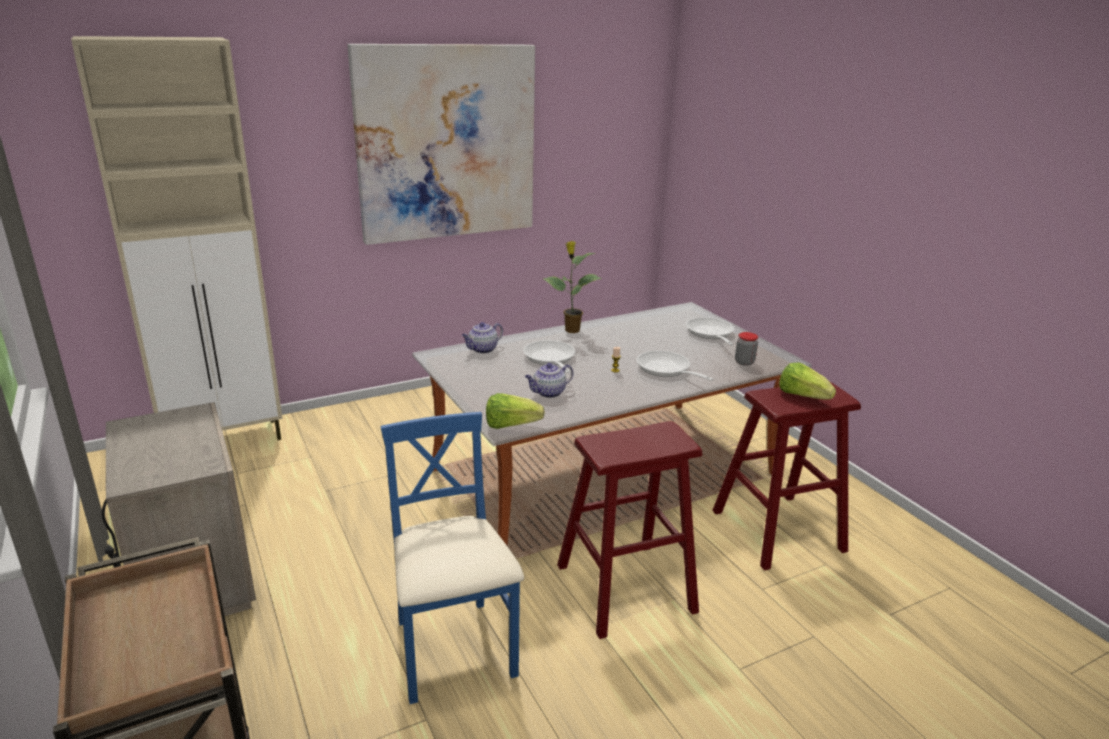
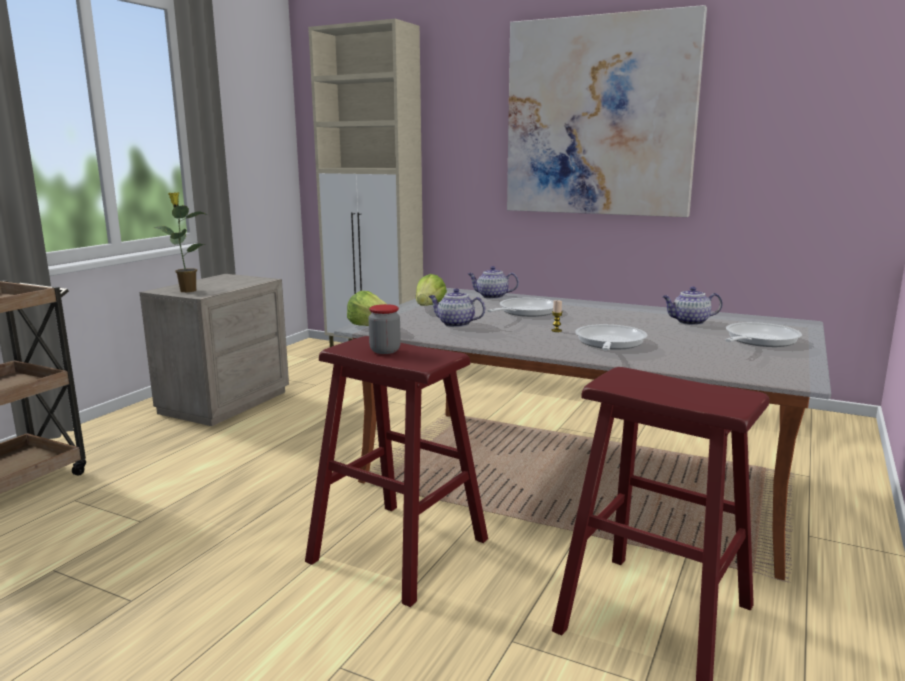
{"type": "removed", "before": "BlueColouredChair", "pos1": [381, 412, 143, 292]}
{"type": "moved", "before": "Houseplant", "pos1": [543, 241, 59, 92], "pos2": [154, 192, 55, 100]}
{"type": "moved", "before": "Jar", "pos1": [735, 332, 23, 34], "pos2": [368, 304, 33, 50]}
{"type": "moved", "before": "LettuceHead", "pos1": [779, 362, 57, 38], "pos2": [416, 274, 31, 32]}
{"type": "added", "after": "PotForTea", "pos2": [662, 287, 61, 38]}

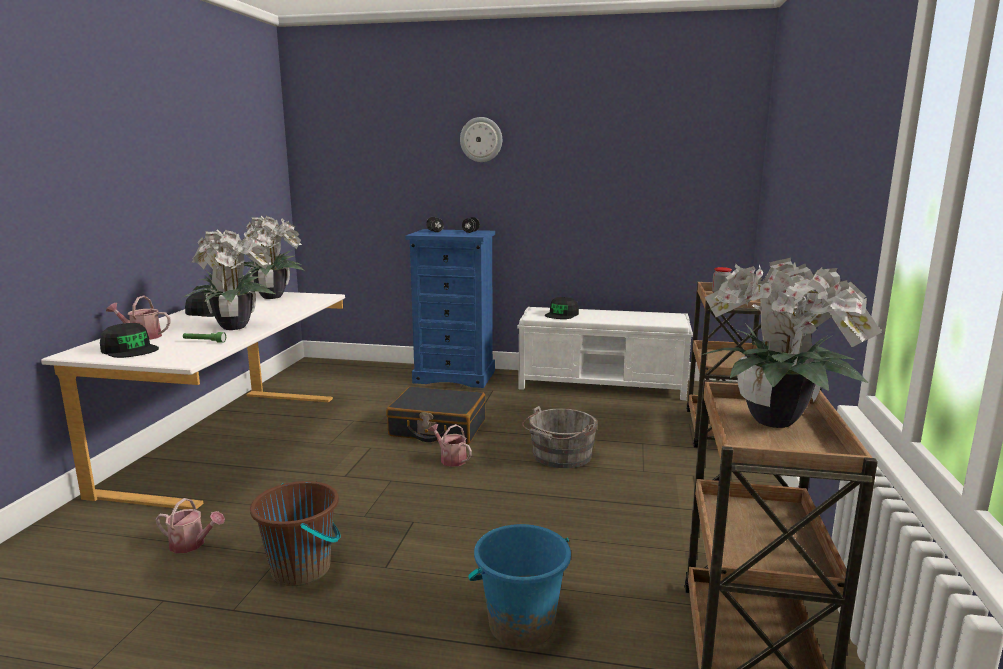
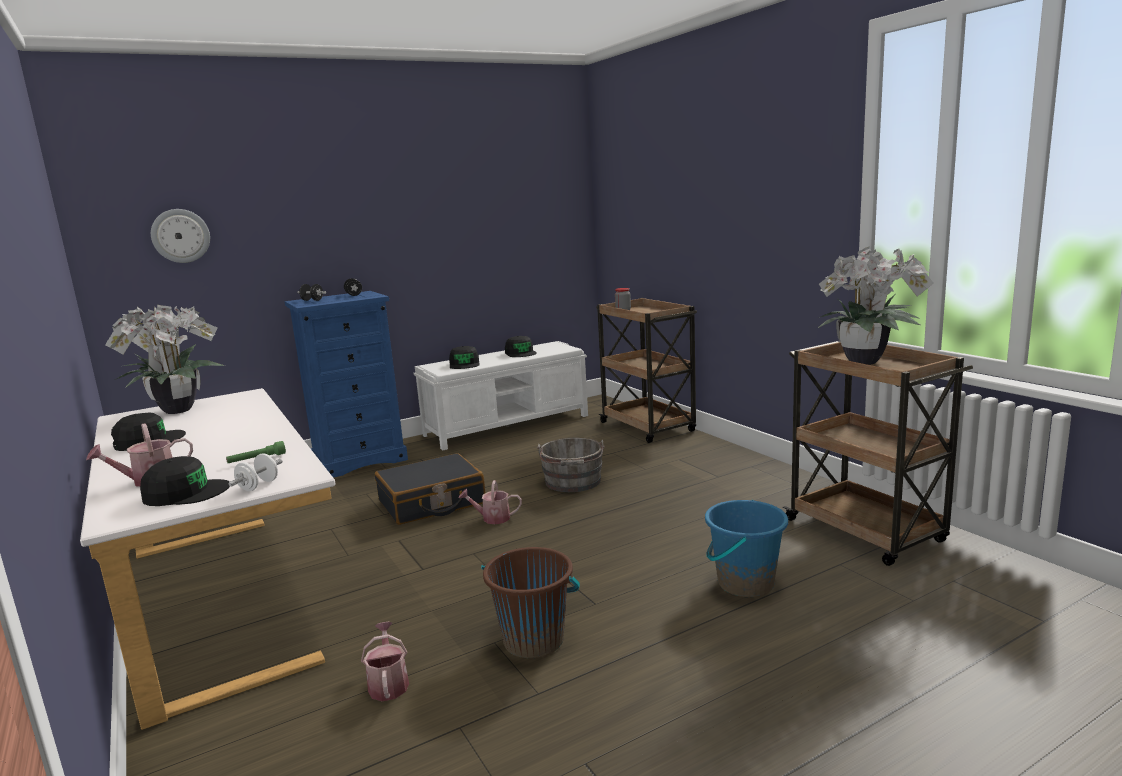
{"type": "turned", "before": "WateringCan", "pos1": [155, 498, 70, 55], "pos2": [361, 622, 48, 79], "turn": -75}
{"type": "removed", "before": "Houseplant", "pos1": [181, 229, 94, 101]}
{"type": "moved", "before": "ClockOnTheWall", "pos1": [460, 117, 42, 45], "pos2": [151, 209, 59, 54]}
{"type": "added", "after": "WhitishHandWeight", "pos2": [228, 453, 55, 38]}
{"type": "added", "after": "BlackColouredPeakedCap", "pos2": [505, 336, 32, 21]}

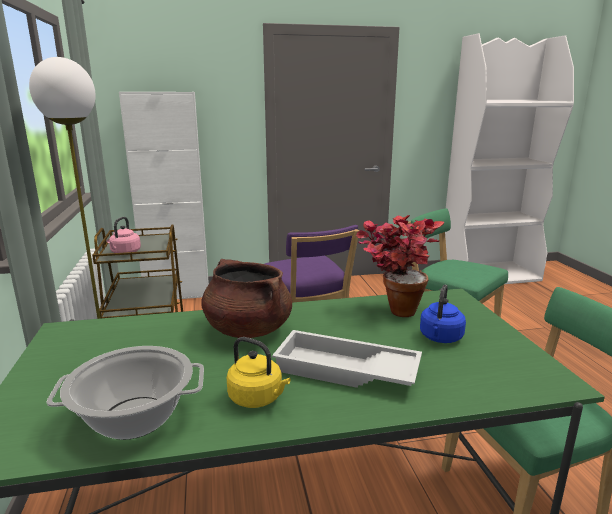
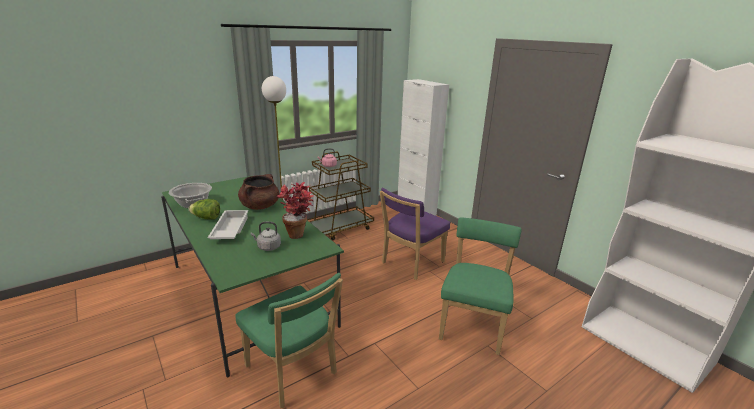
{"type": "replaced", "before": "YellowishKettle", "after": "LettuceHead", "pos1": [226, 337, 64, 71], "pos2": [189, 199, 31, 21]}
{"type": "recoloured", "before": "BlueColouredKettle", "after": "GrayKettle", "pos1": [420, 285, 46, 58], "pos2": [250, 222, 31, 29]}

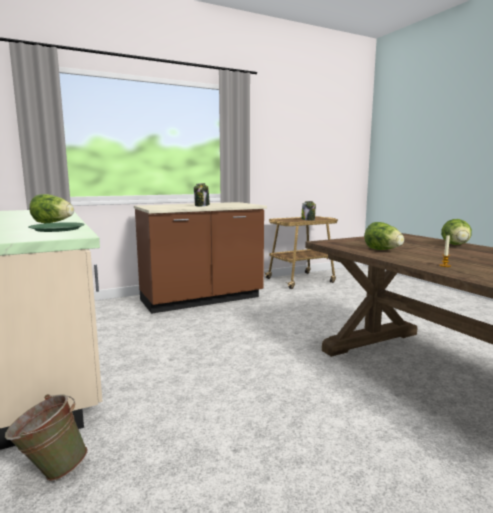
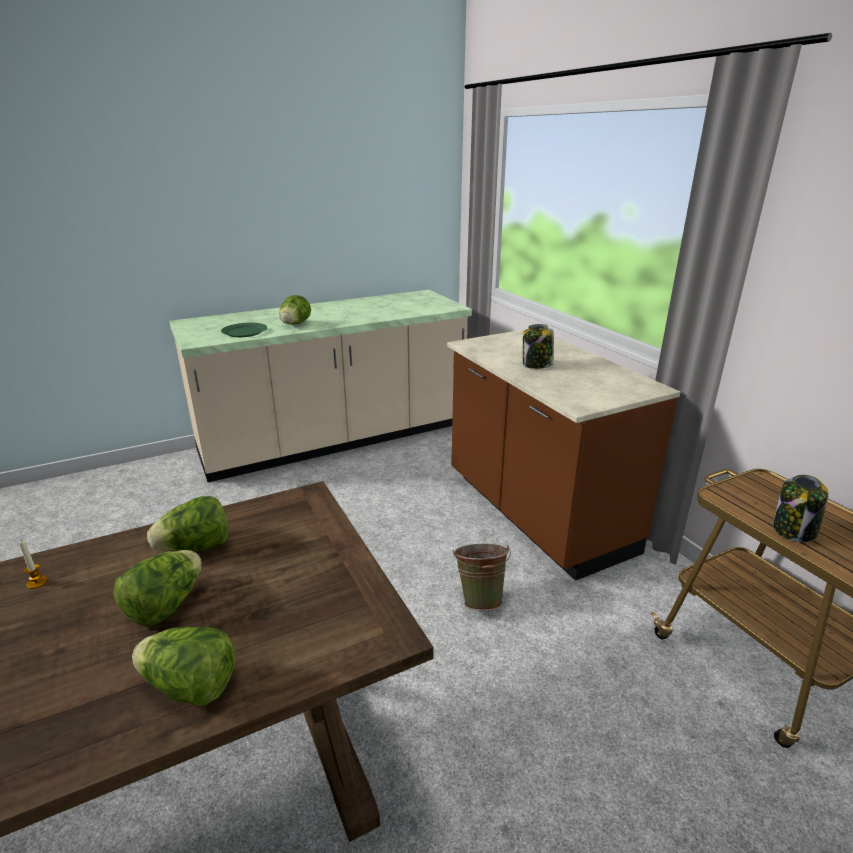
{"type": "moved", "before": "GreenWaterBucket", "pos1": [5, 394, 83, 87], "pos2": [453, 544, 58, 67]}
{"type": "added", "after": "LettuceHead", "pos2": [113, 550, 89, 76]}

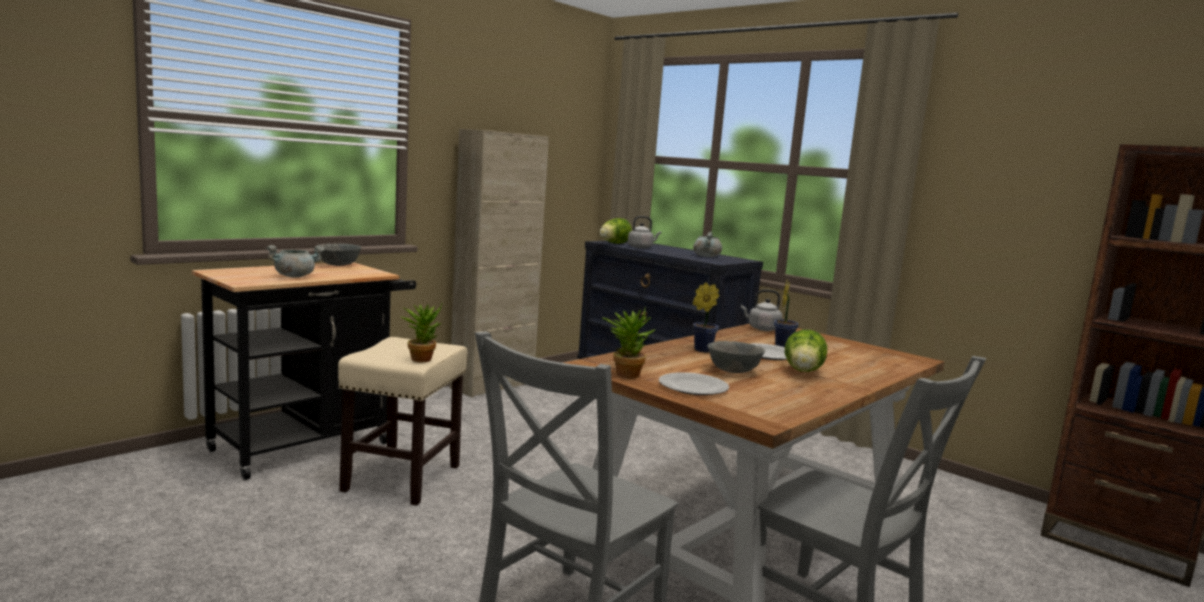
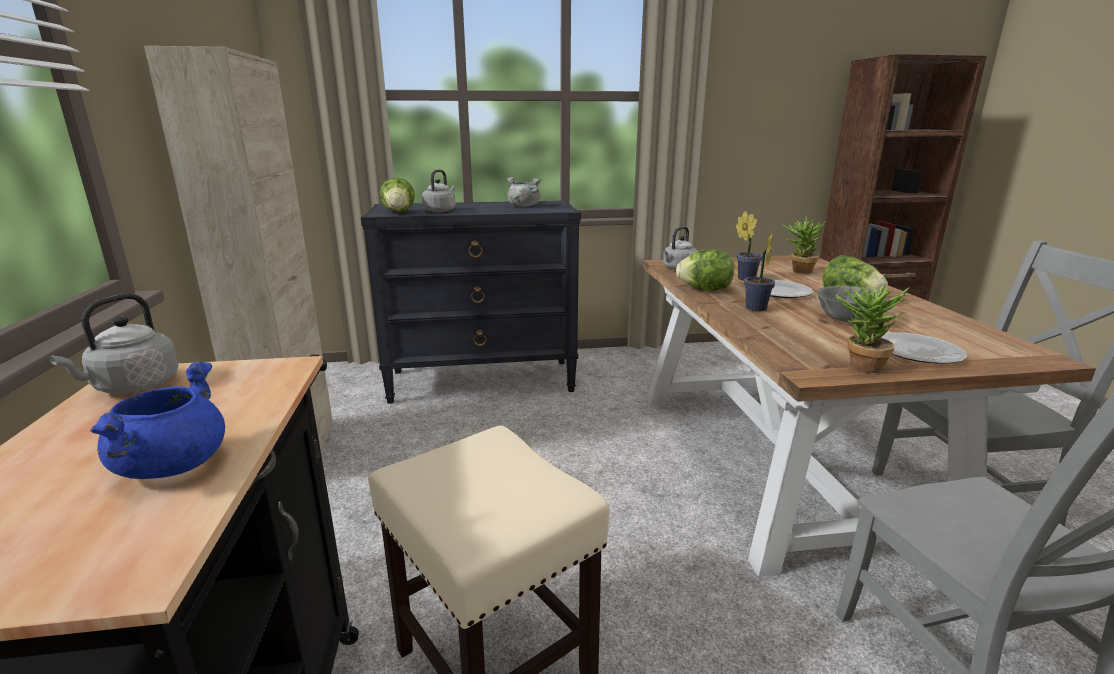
{"type": "recoloured", "before": "GrayCookingPot", "after": "BlueColouredCookingPot", "pos1": [266, 245, 59, 32], "pos2": [90, 361, 135, 118]}
{"type": "replaced", "before": "GrayDeepDish", "after": "GrayKettle", "pos1": [315, 244, 46, 22], "pos2": [49, 293, 130, 101]}
{"type": "moved", "before": "Houseplant", "pos1": [401, 303, 41, 59], "pos2": [782, 216, 45, 58]}
{"type": "added", "after": "LettuceHead", "pos2": [676, 250, 58, 41]}

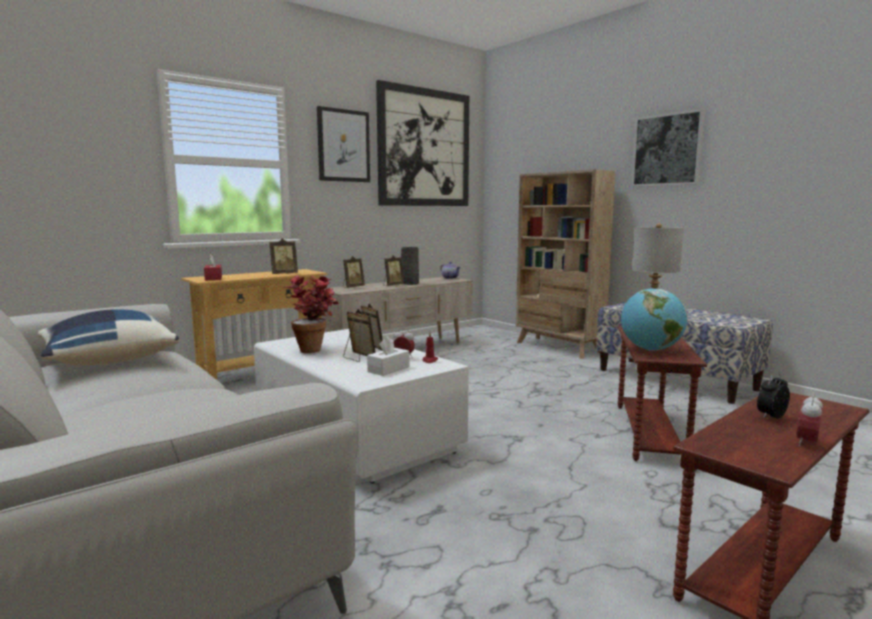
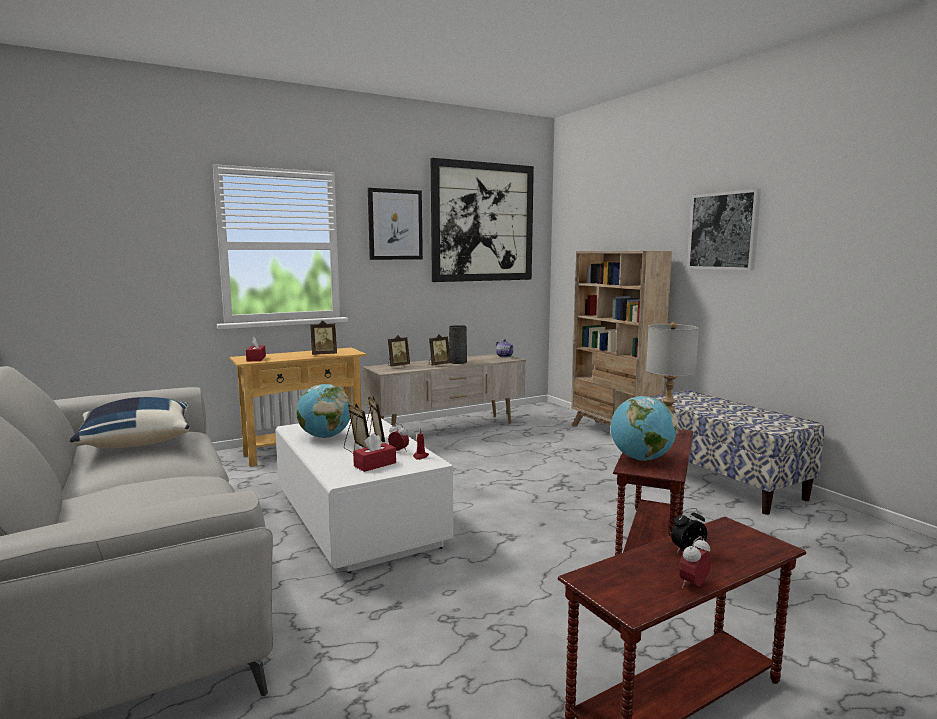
{"type": "replaced", "before": "Houseplant", "after": "Globe", "pos1": [283, 275, 56, 78], "pos2": [297, 384, 54, 54]}
{"type": "recoloured", "before": "WhitishTissueBox", "after": "ReddishTissueBox", "pos1": [367, 336, 42, 40], "pos2": [353, 433, 43, 39]}

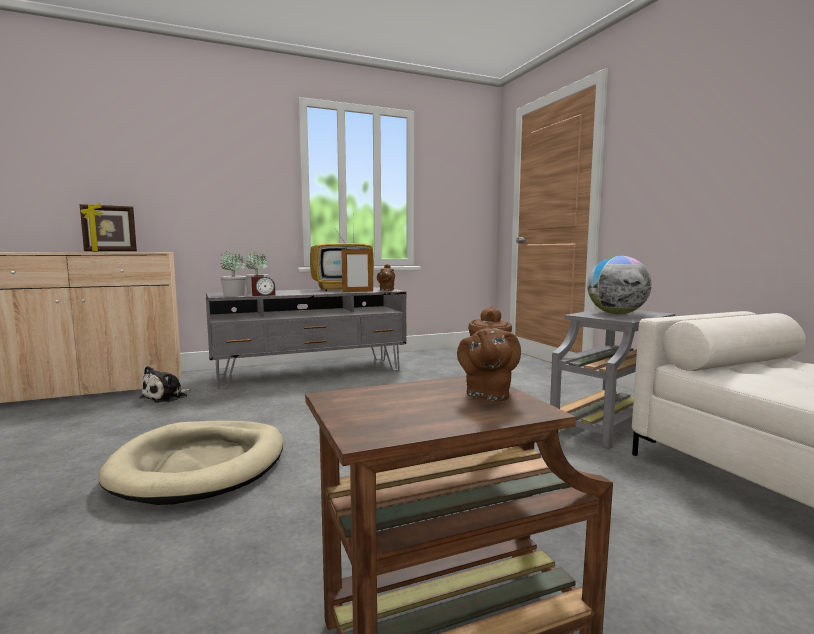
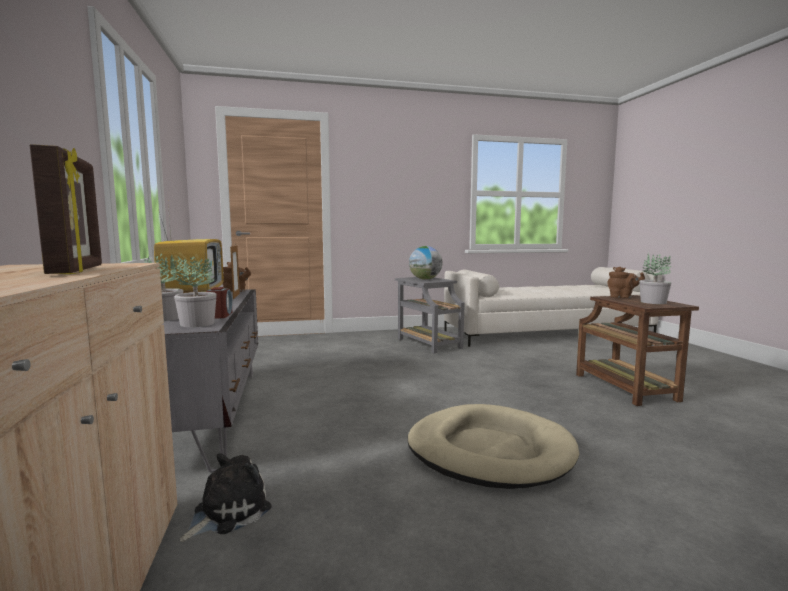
{"type": "turned", "before": "PlushToy", "pos1": [140, 366, 51, 37], "pos2": [180, 453, 92, 89], "turn": -90}
{"type": "added", "after": "Houseplant", "pos2": [639, 254, 32, 50]}

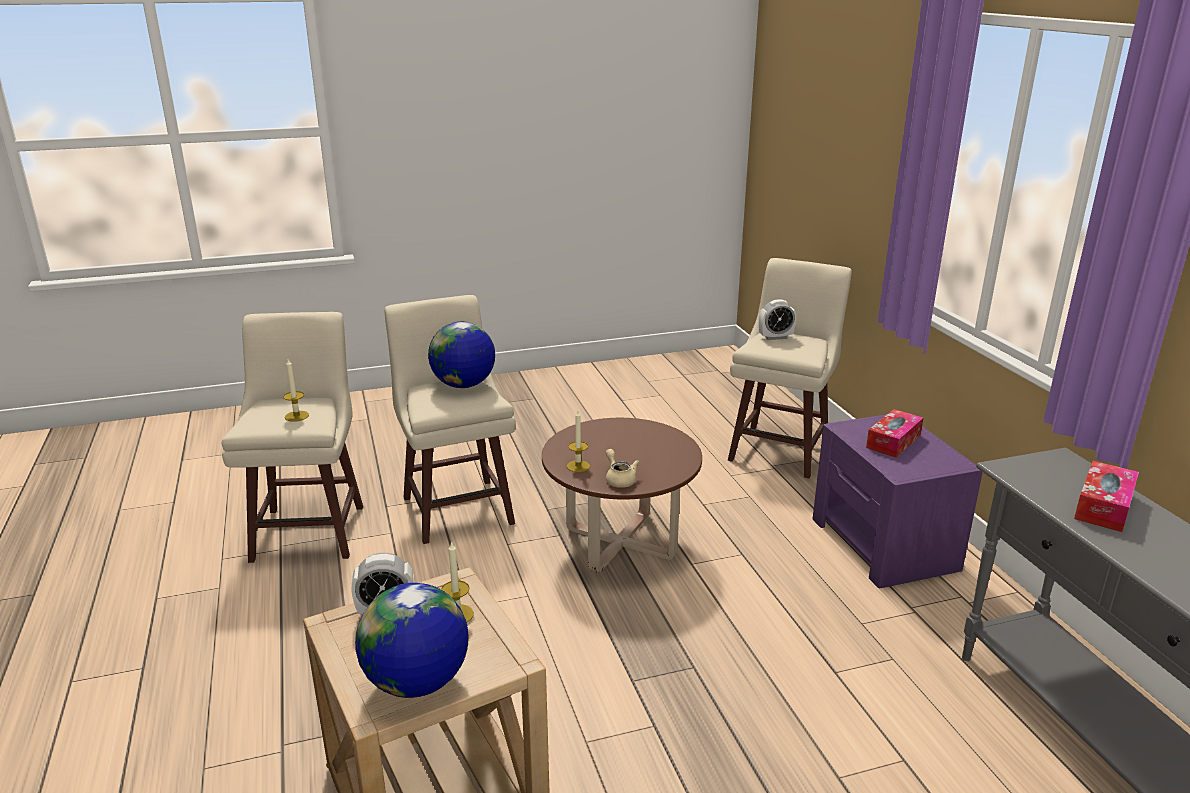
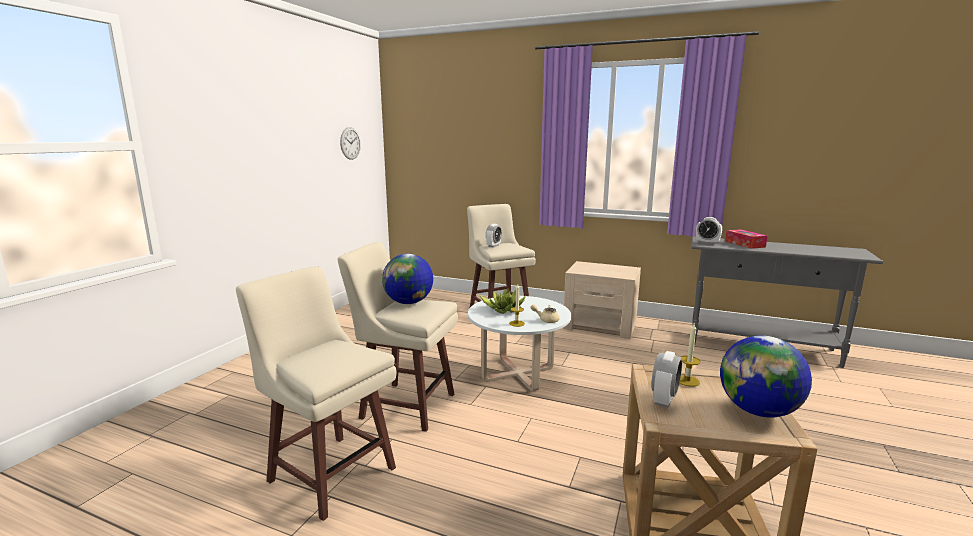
{"type": "removed", "before": "WaxLight", "pos1": [283, 359, 26, 63]}
{"type": "recoloured", "before": "BrownishLowTable", "after": "WhitishLowTable", "pos1": [542, 418, 160, 155], "pos2": [468, 296, 103, 95]}
{"type": "recoloured", "before": "PurpleNightTable", "after": "SandColouredNightTable", "pos1": [813, 414, 170, 174], "pos2": [563, 261, 78, 78]}
{"type": "removed", "before": "TissueBox", "pos1": [866, 409, 57, 48]}
{"type": "added", "after": "ClockOnTheWall", "pos2": [340, 127, 21, 33]}
{"type": "added", "after": "Houseplant", "pos2": [480, 288, 46, 26]}
{"type": "added", "after": "AlarmClock", "pos2": [695, 217, 27, 28]}

